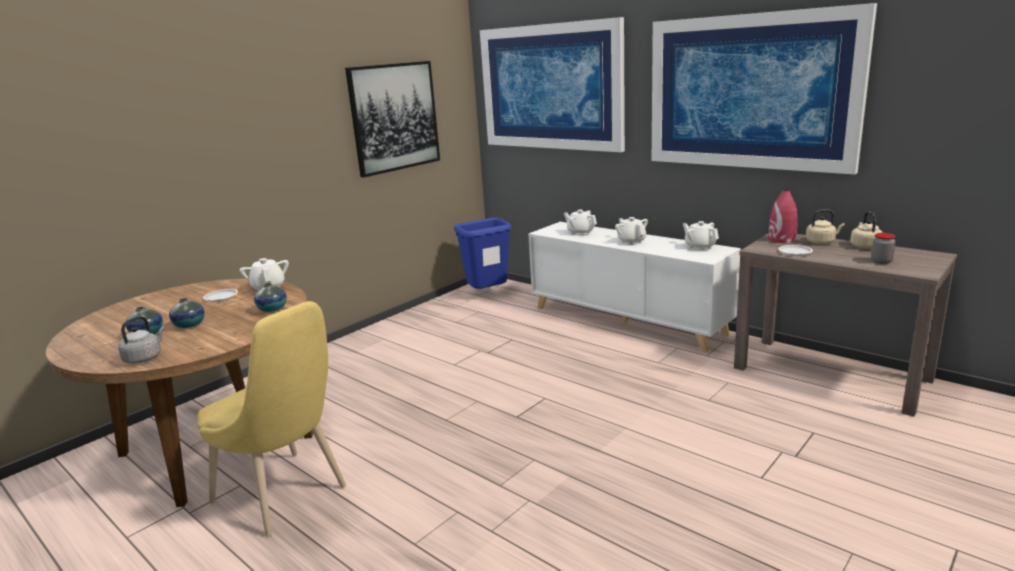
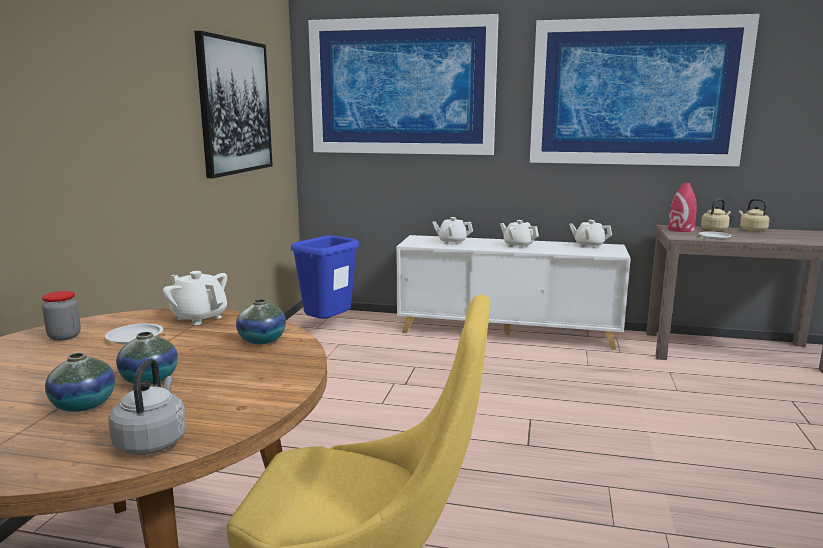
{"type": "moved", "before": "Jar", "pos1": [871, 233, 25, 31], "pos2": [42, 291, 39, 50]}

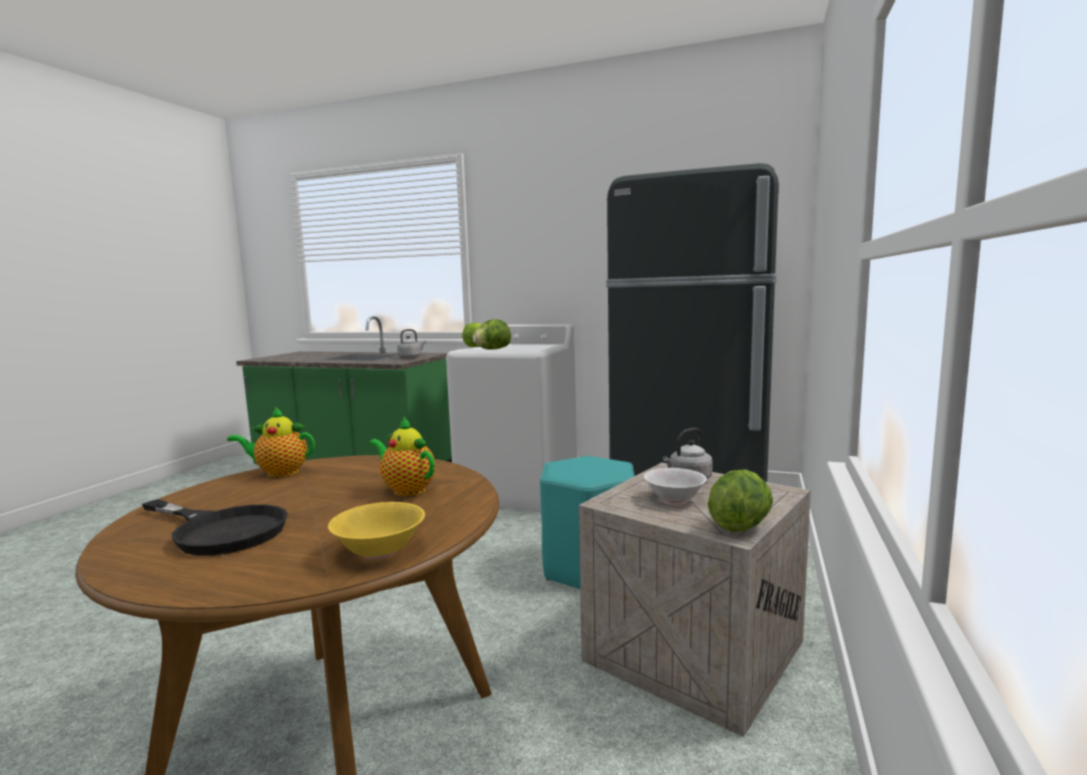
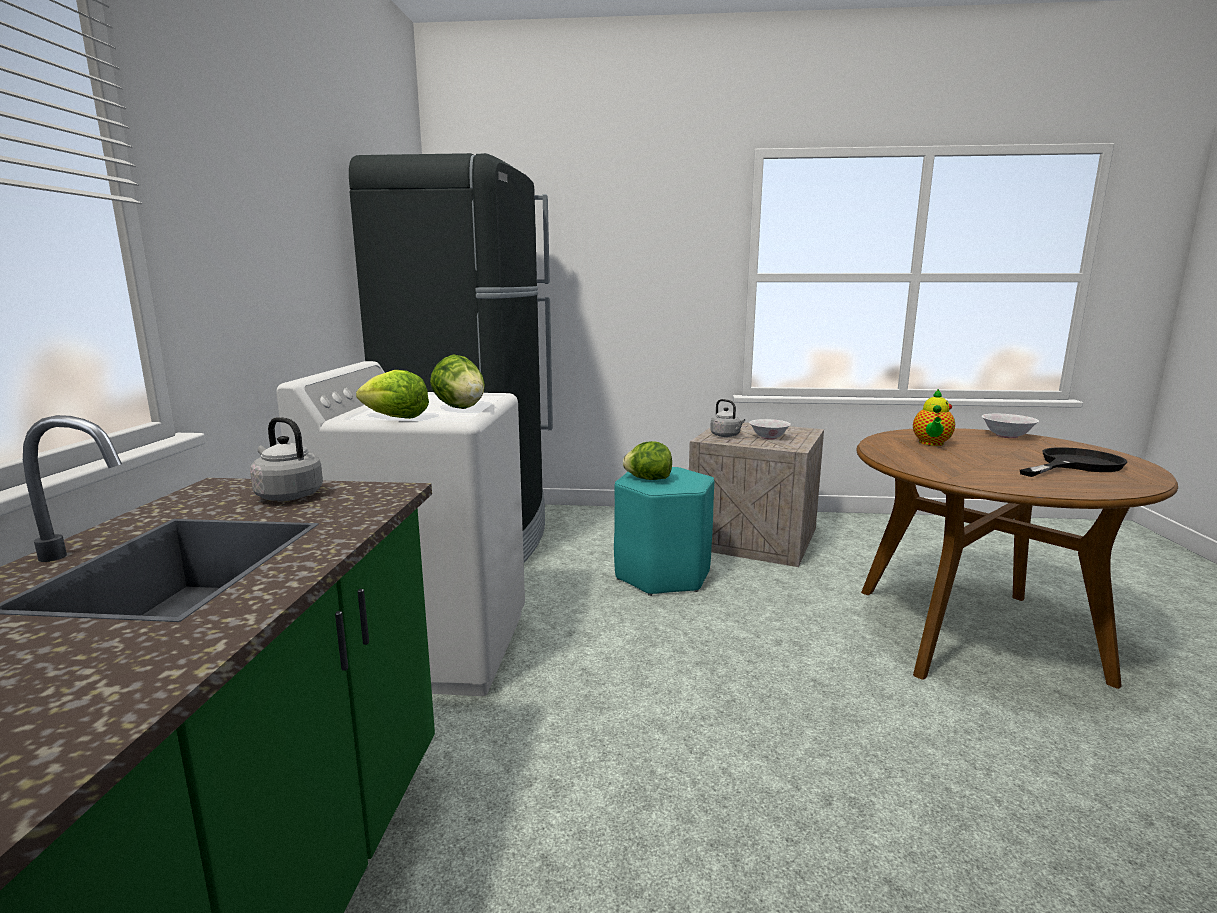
{"type": "turned", "before": "BlackColouredPan", "pos1": [142, 499, 146, 56], "pos2": [1020, 447, 107, 30], "turn": 45}
{"type": "removed", "before": "PotForTea", "pos1": [227, 406, 88, 71]}
{"type": "recoloured", "before": "YellowishDeepDish", "after": "WhitishDeepDish", "pos1": [328, 502, 97, 57], "pos2": [982, 414, 57, 24]}
{"type": "moved", "before": "LettuceHead", "pos1": [708, 469, 65, 63], "pos2": [623, 441, 49, 39]}

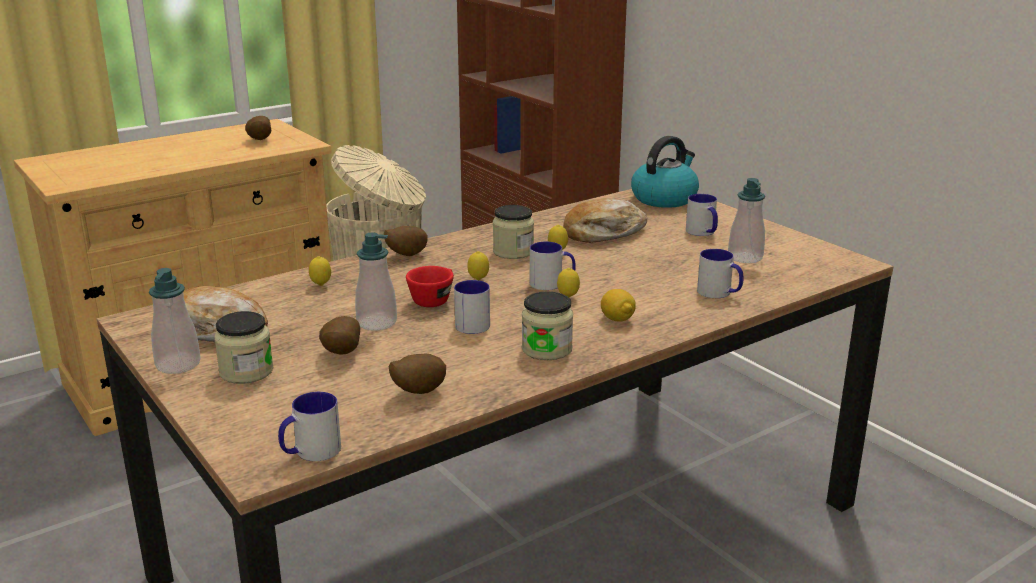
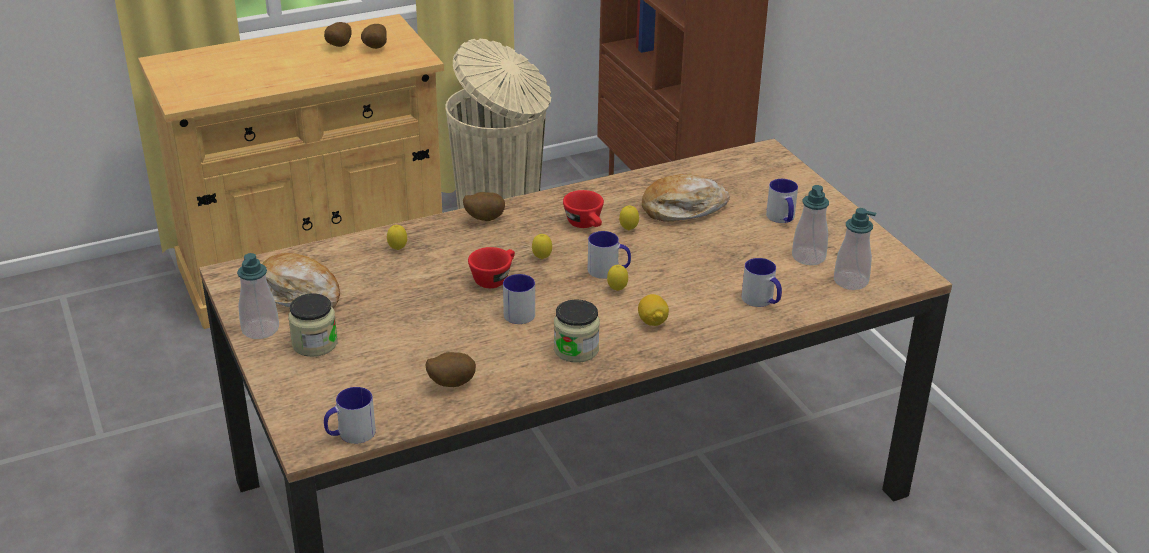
{"type": "moved", "before": "Spud", "pos1": [319, 316, 41, 39], "pos2": [324, 22, 28, 25]}
{"type": "moved", "before": "SoapDispenser", "pos1": [355, 232, 42, 98], "pos2": [834, 208, 42, 82]}
{"type": "replaced", "before": "Jar", "after": "ReddishDrinkingCup", "pos1": [493, 205, 41, 54], "pos2": [563, 190, 41, 38]}
{"type": "removed", "before": "Kettle", "pos1": [631, 136, 68, 72]}

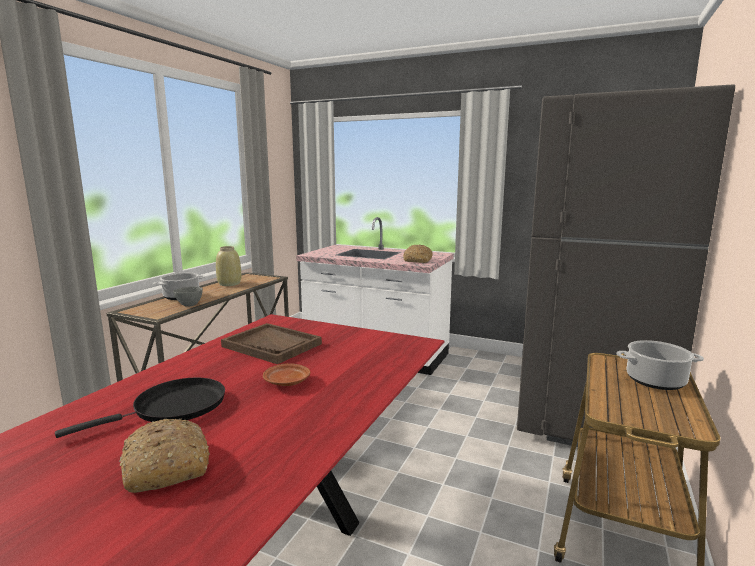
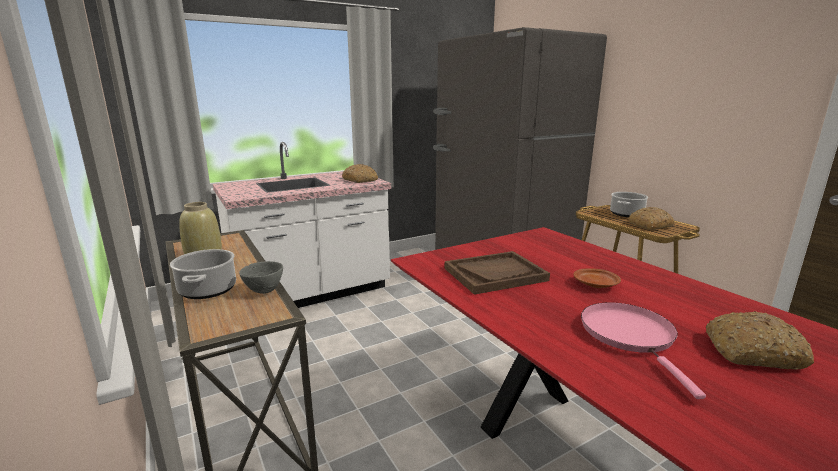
{"type": "recoloured", "before": "BlackColouredPan", "after": "PinkColouredPan", "pos1": [55, 377, 170, 61], "pos2": [581, 302, 125, 97]}
{"type": "added", "after": "BakedBread", "pos2": [628, 207, 46, 23]}

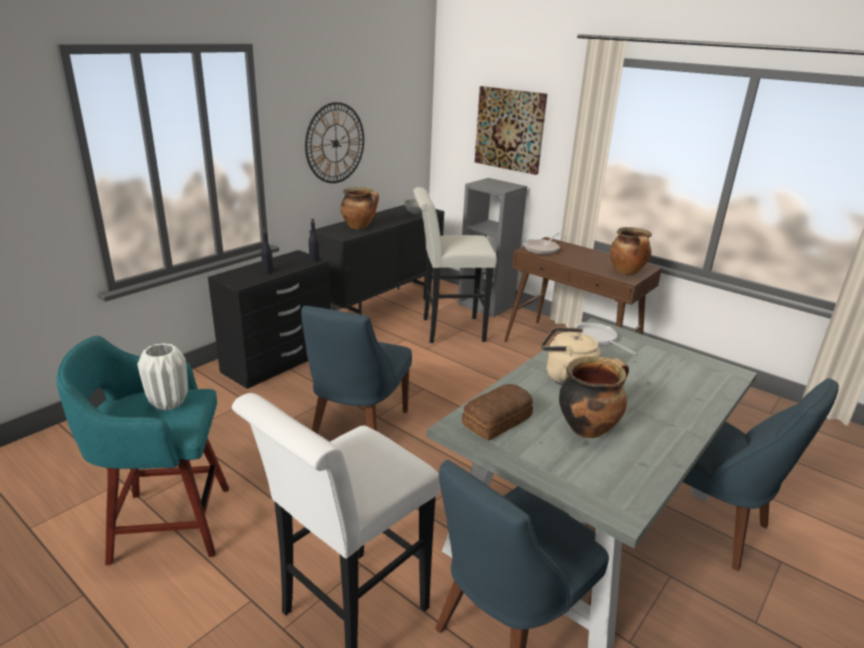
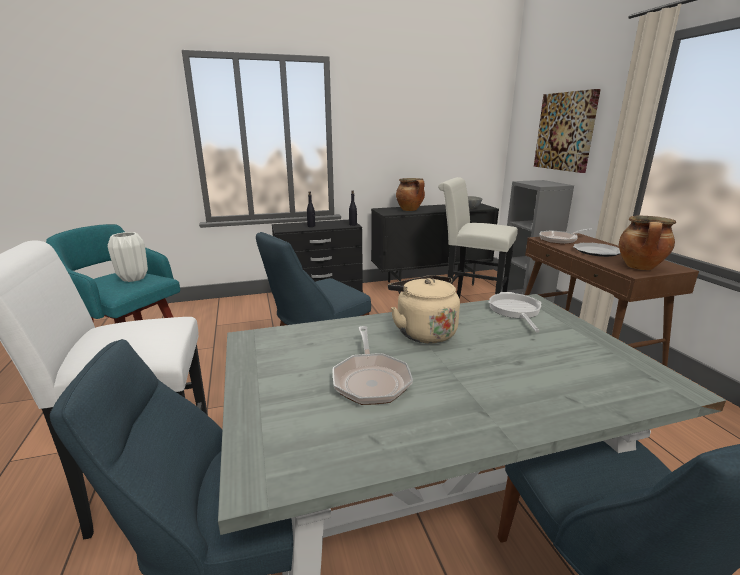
{"type": "removed", "before": "ClockOnTheWall", "pos1": [305, 102, 59, 81]}
{"type": "removed", "before": "BakedBread", "pos1": [462, 384, 71, 57]}
{"type": "replaced", "before": "CookingPot", "after": "Pan", "pos1": [559, 356, 70, 82], "pos2": [333, 326, 80, 79]}
{"type": "added", "after": "Plate", "pos2": [573, 243, 48, 14]}

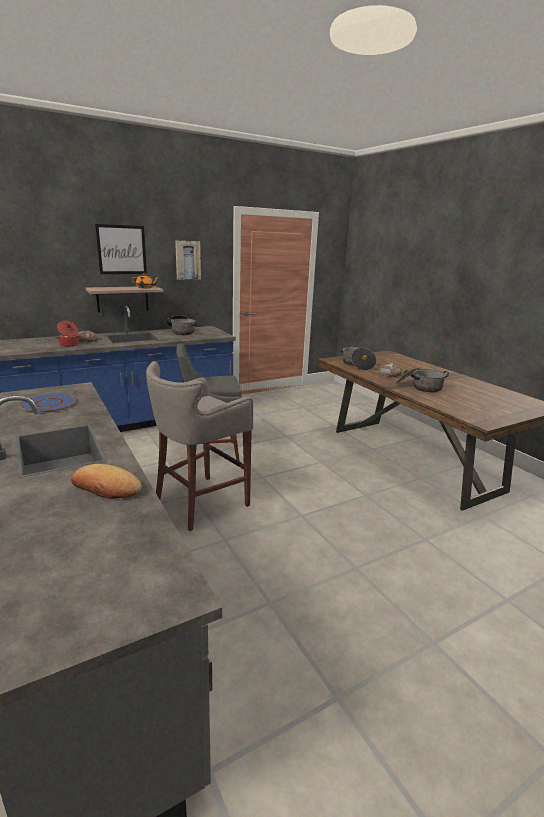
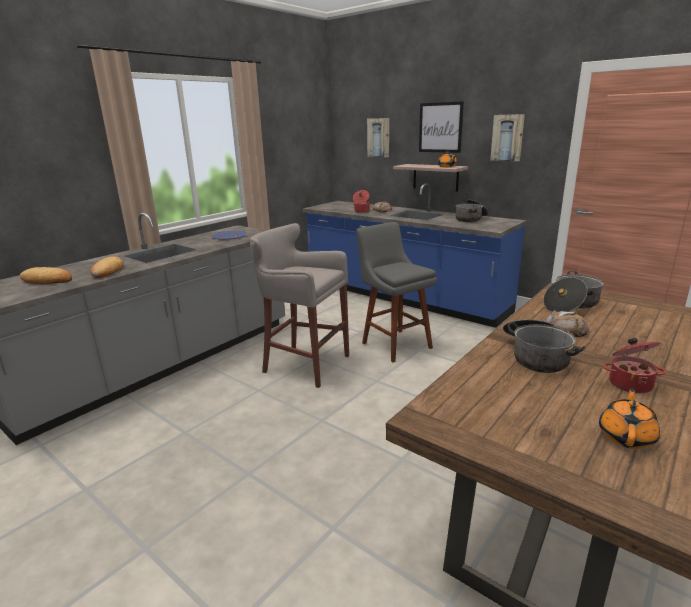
{"type": "added", "after": "BakedBread", "pos2": [20, 267, 52, 17]}
{"type": "added", "after": "WallPicture", "pos2": [367, 118, 22, 39]}
{"type": "added", "after": "OrangeColouredPotForTea", "pos2": [599, 388, 61, 61]}
{"type": "added", "after": "CookingPot", "pos2": [603, 338, 63, 56]}

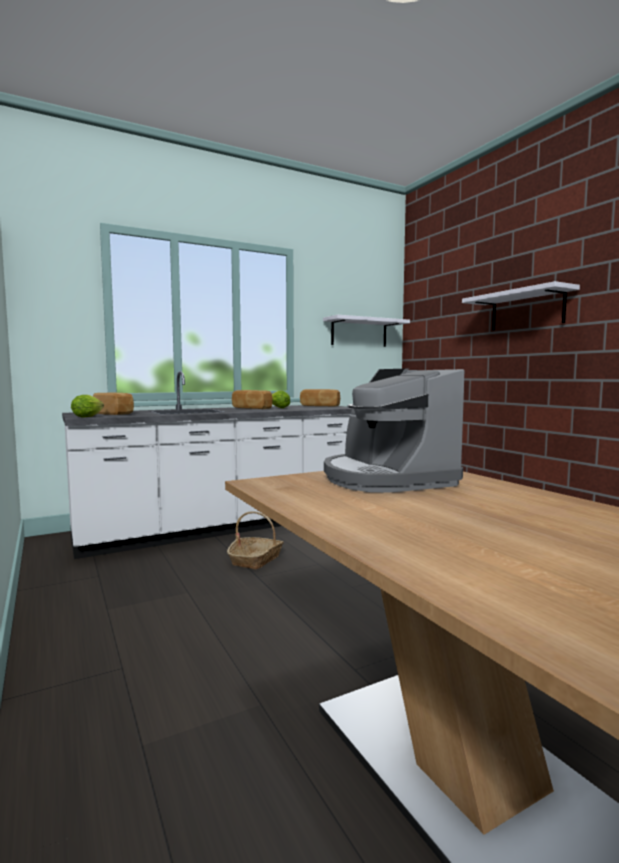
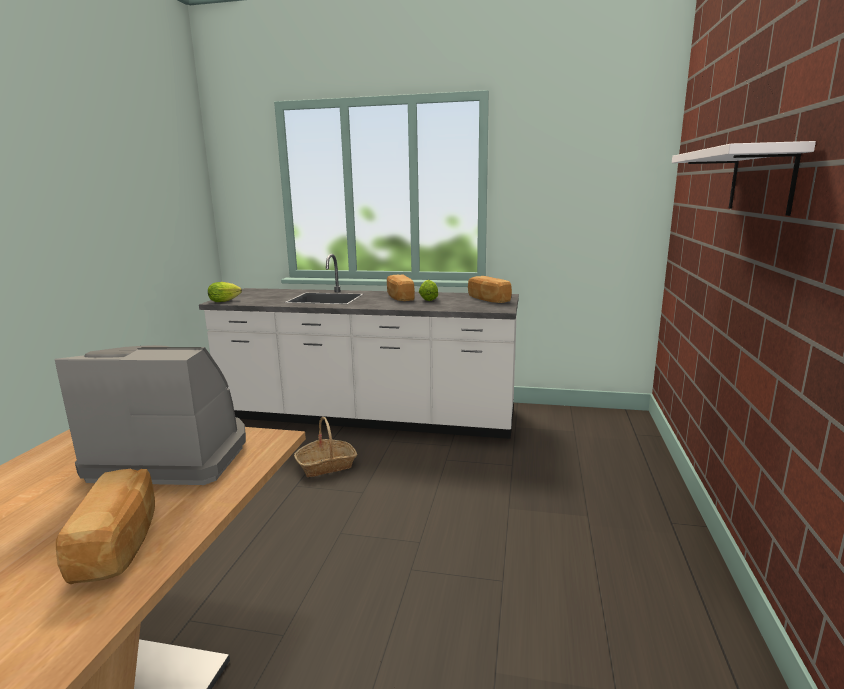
{"type": "moved", "before": "BakedBread", "pos1": [93, 393, 41, 22], "pos2": [56, 469, 99, 115]}
{"type": "removed", "before": "WhitishShelf", "pos1": [323, 315, 87, 32]}
{"type": "turned", "before": "CoffeeMachine", "pos1": [324, 369, 140, 124], "pos2": [55, 345, 191, 140], "turn": 75}

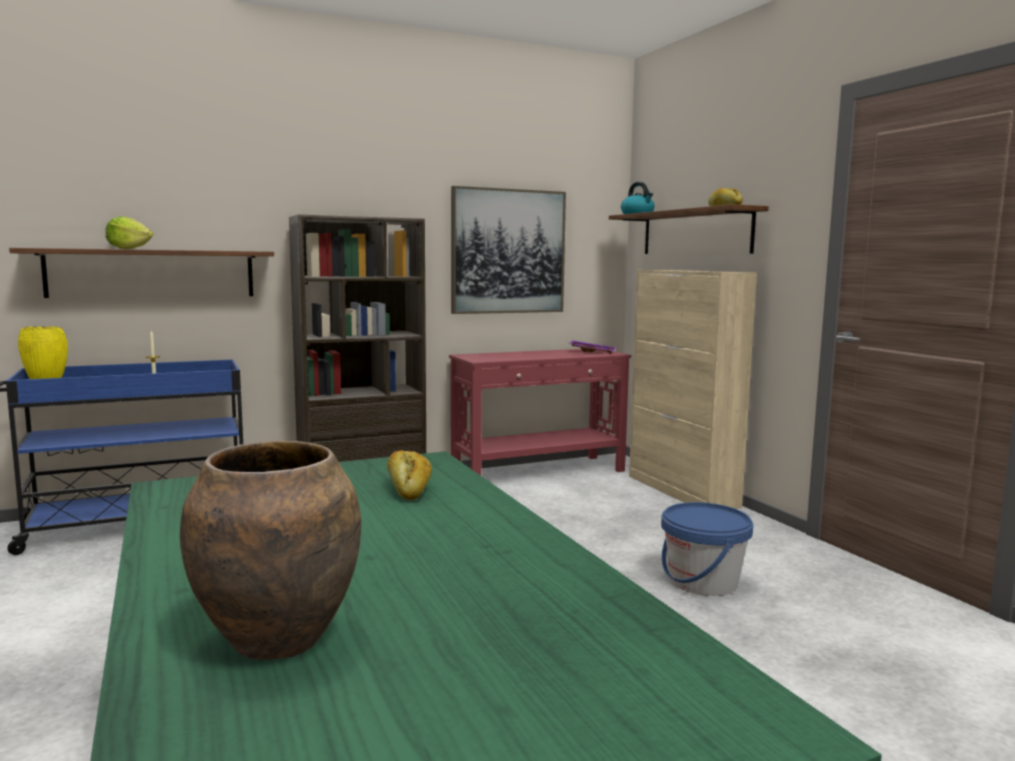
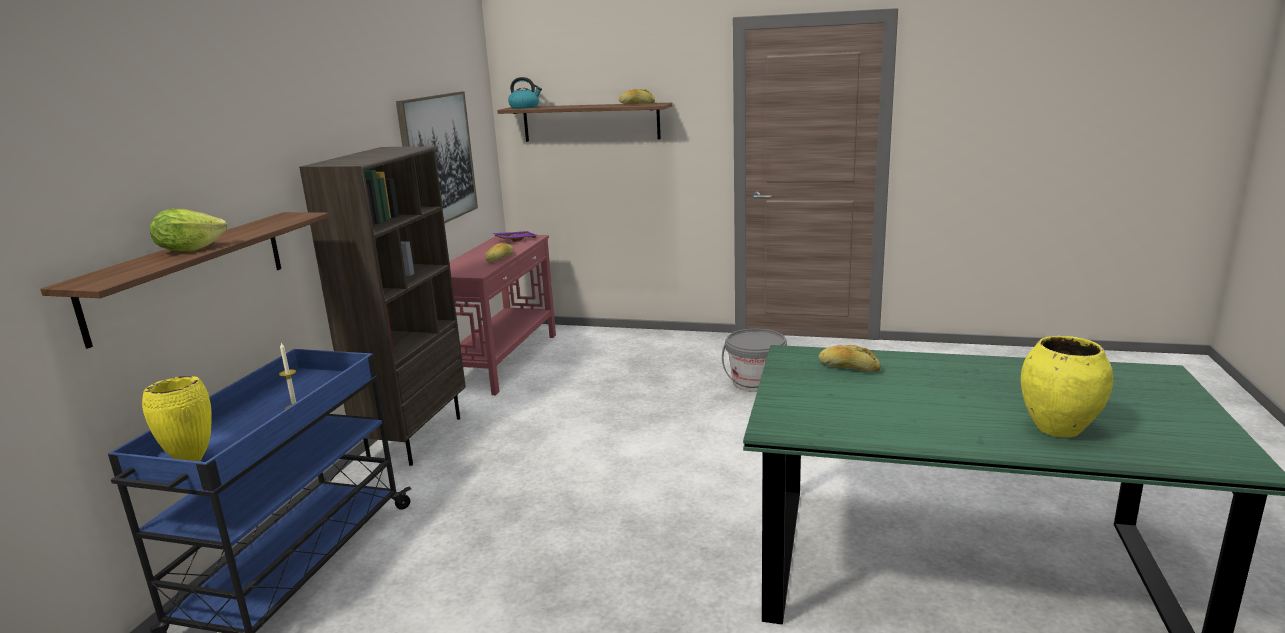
{"type": "recoloured", "before": "BrownishDecorativeVase", "after": "YellowishDecorativeVase", "pos1": [180, 440, 181, 220], "pos2": [1021, 336, 92, 102]}
{"type": "removed", "before": "SandColouredCupboard", "pos1": [629, 270, 128, 239]}
{"type": "recoloured", "before": "BlueColouredWaterBucket", "after": "GrayWaterBucket", "pos1": [661, 502, 92, 94], "pos2": [722, 329, 65, 63]}
{"type": "added", "after": "BakedBread", "pos2": [485, 242, 29, 20]}

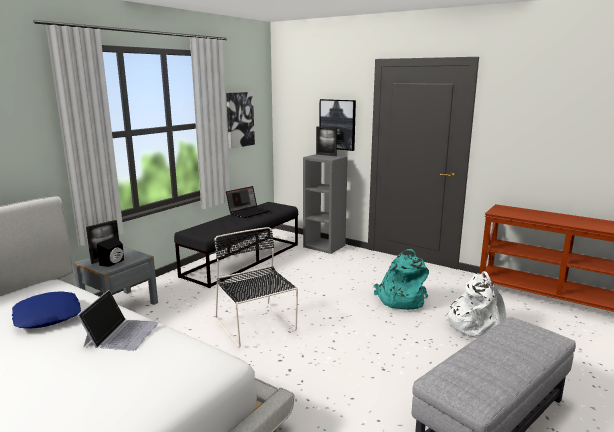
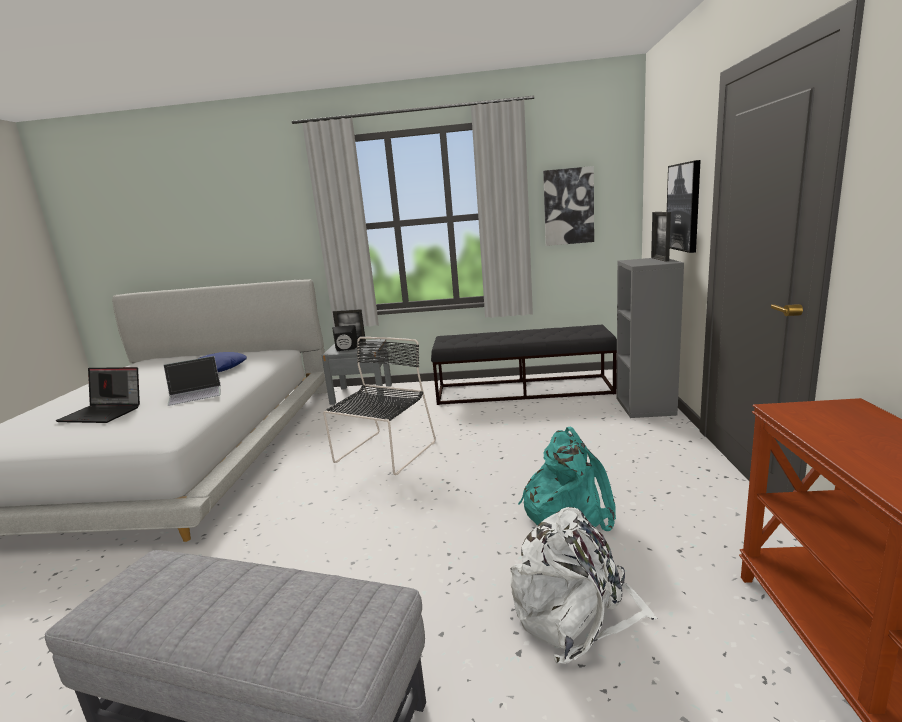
{"type": "moved", "before": "NotebookComputer", "pos1": [226, 186, 44, 32], "pos2": [56, 367, 84, 56]}

